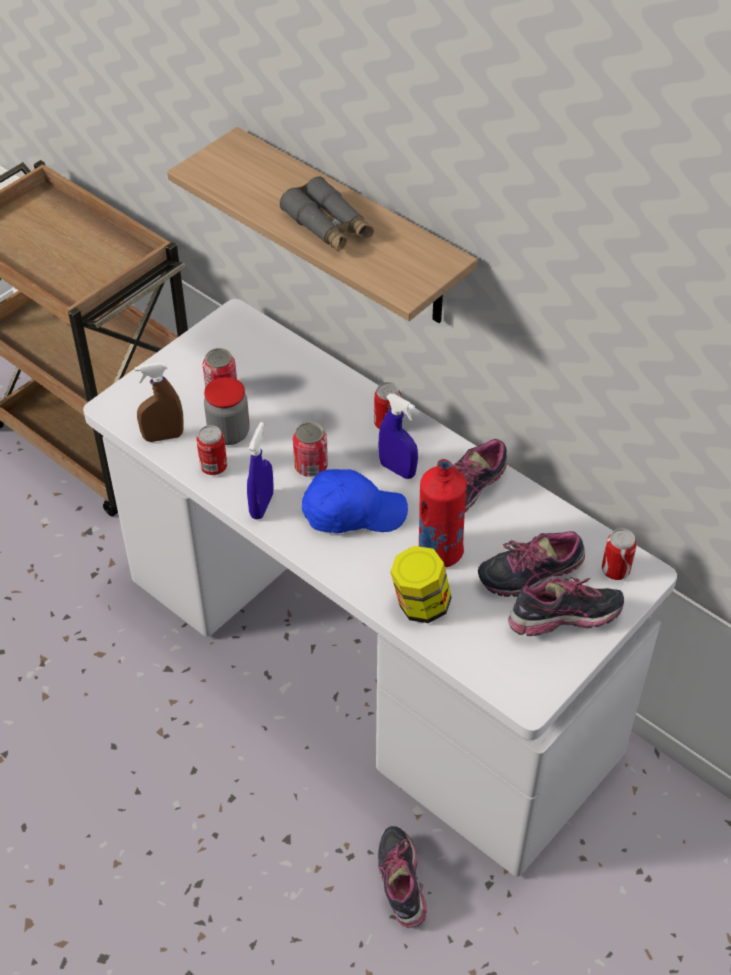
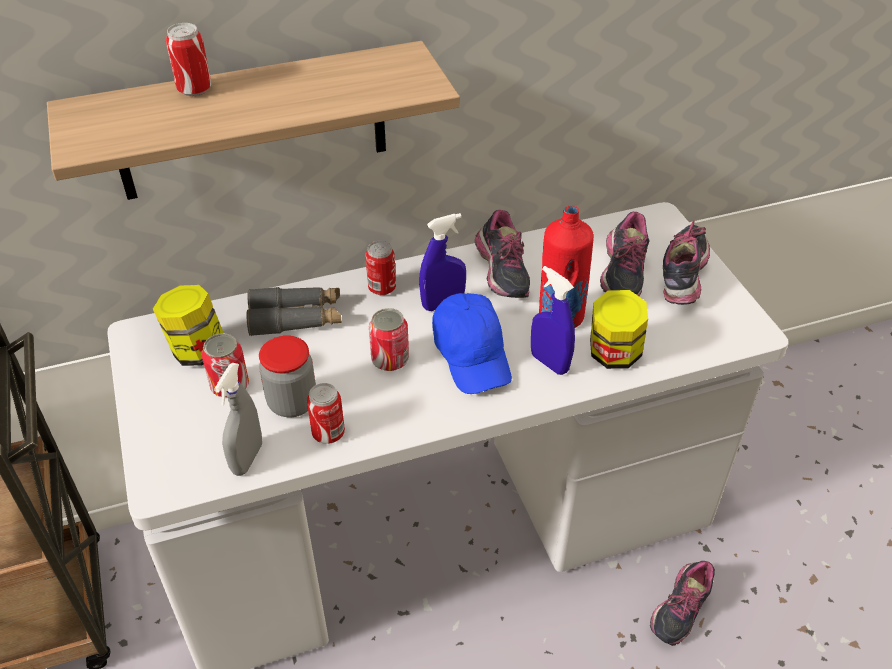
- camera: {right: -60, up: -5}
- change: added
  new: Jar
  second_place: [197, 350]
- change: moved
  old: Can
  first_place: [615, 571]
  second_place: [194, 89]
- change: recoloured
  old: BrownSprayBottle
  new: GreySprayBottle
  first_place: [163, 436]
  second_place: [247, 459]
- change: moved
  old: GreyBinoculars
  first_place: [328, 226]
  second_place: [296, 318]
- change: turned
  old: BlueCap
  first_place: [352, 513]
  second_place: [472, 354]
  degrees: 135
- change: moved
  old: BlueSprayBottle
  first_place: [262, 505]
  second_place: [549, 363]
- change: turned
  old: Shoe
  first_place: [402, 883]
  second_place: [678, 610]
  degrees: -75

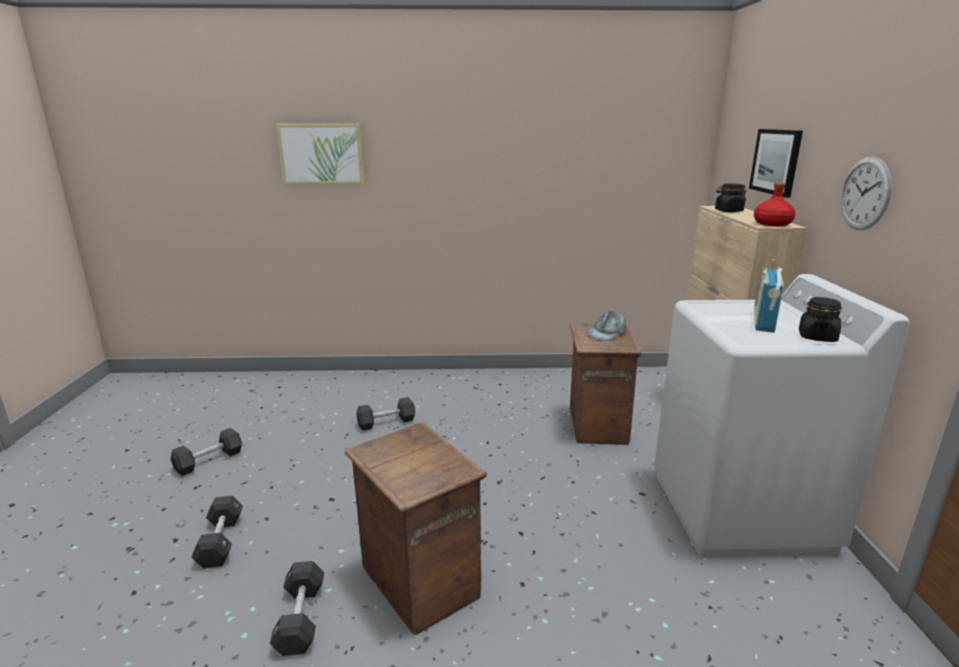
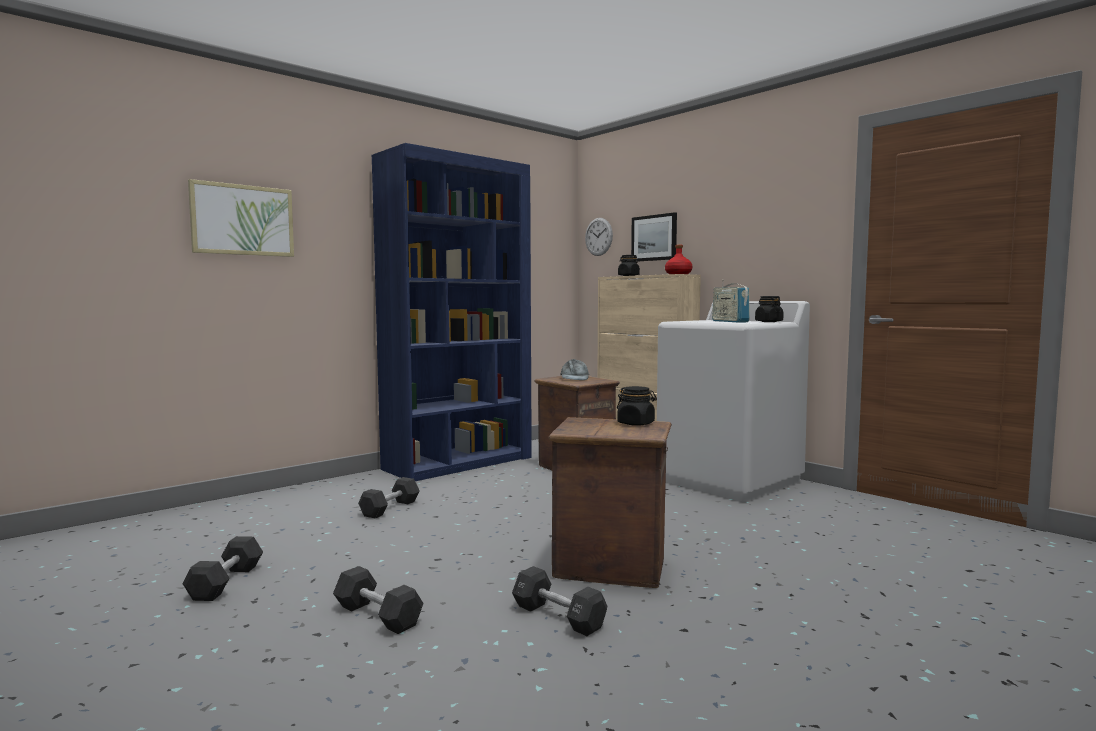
- camera: {right: -40, up: -15}
- change: added
  new: BlueBookcase
  second_place: [459, 463]
- change: moved
  old: WallClock
  first_place: [865, 194]
  second_place: [598, 236]
- change: added
  new: BlackJar
  second_place: [636, 423]

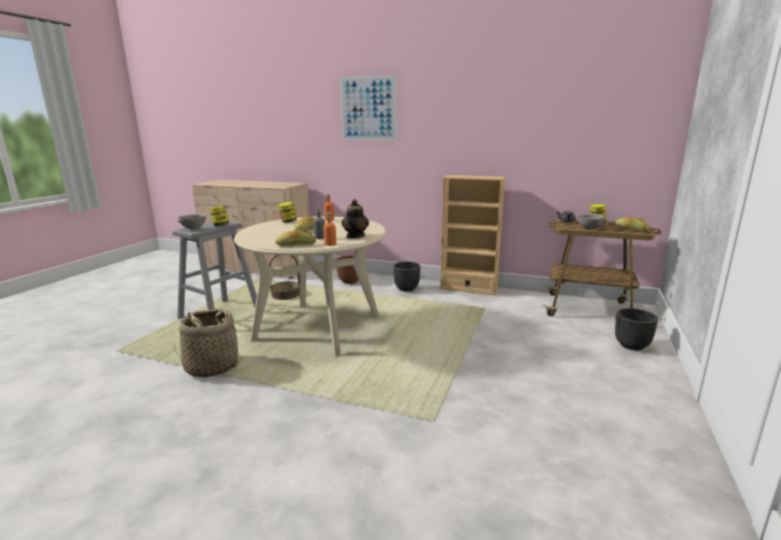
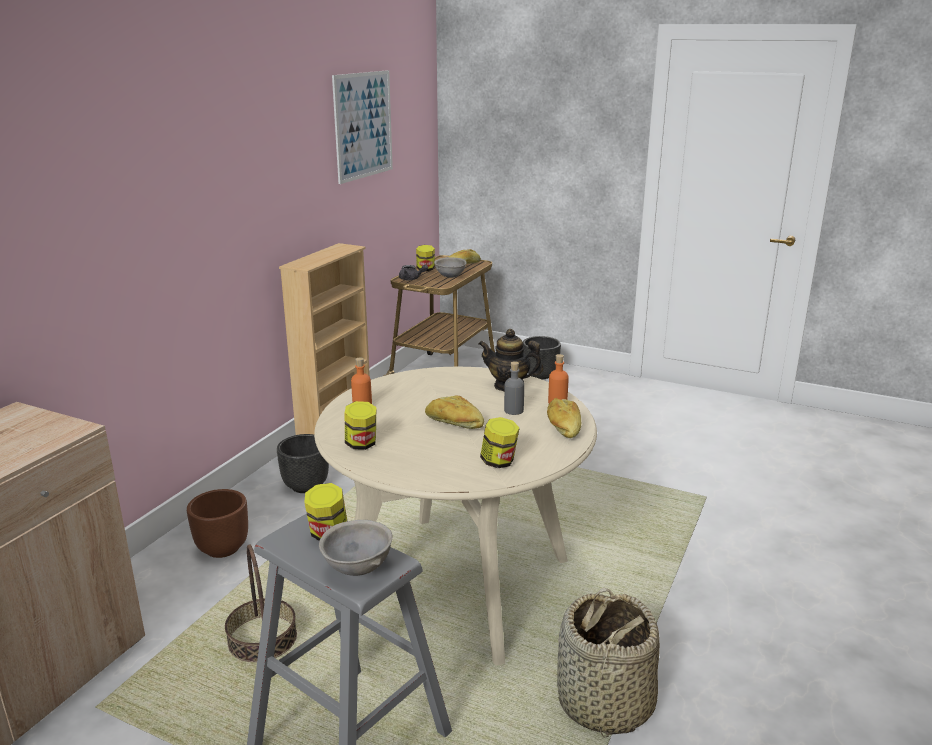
- camera: {right: -85, up: 5}
- change: moved
  old: Picture
  first_place: [368, 108]
  second_place: [363, 125]
- change: added
  new: Jar
  second_place: [499, 462]

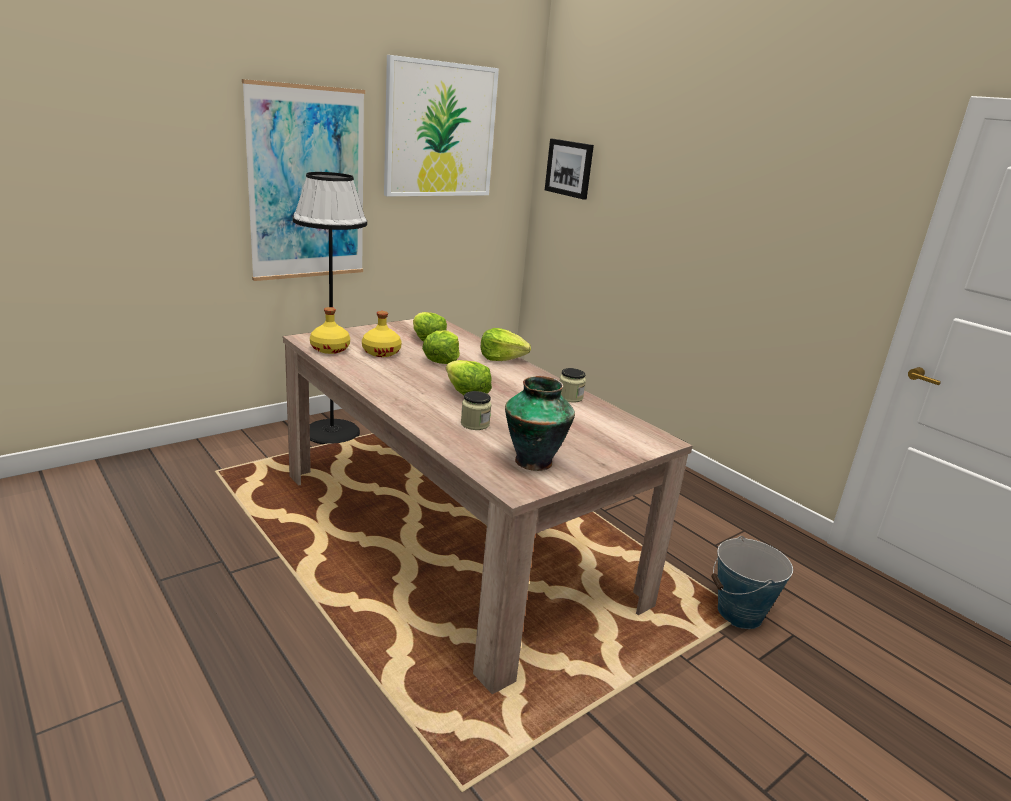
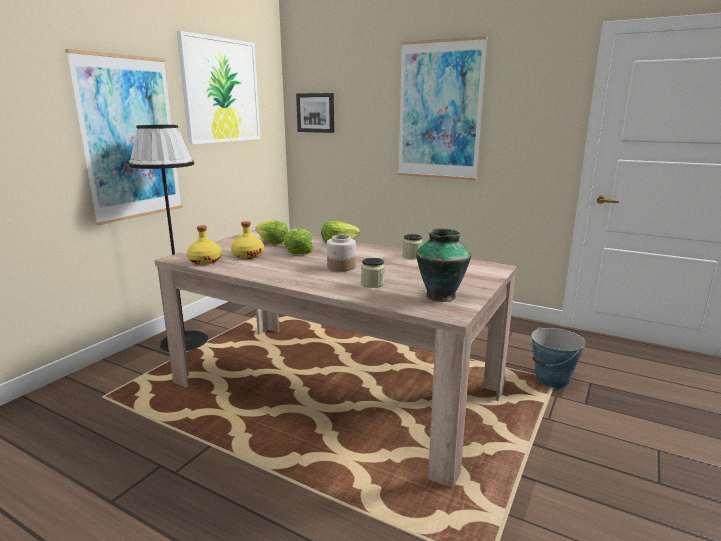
- camera: {right: -20, up: -5}
- change: replaced
  old: Lettuce
  new: Jar
  first_place: [466, 392]
  second_place: [341, 267]
- change: added
  new: Picture
  second_place: [439, 111]

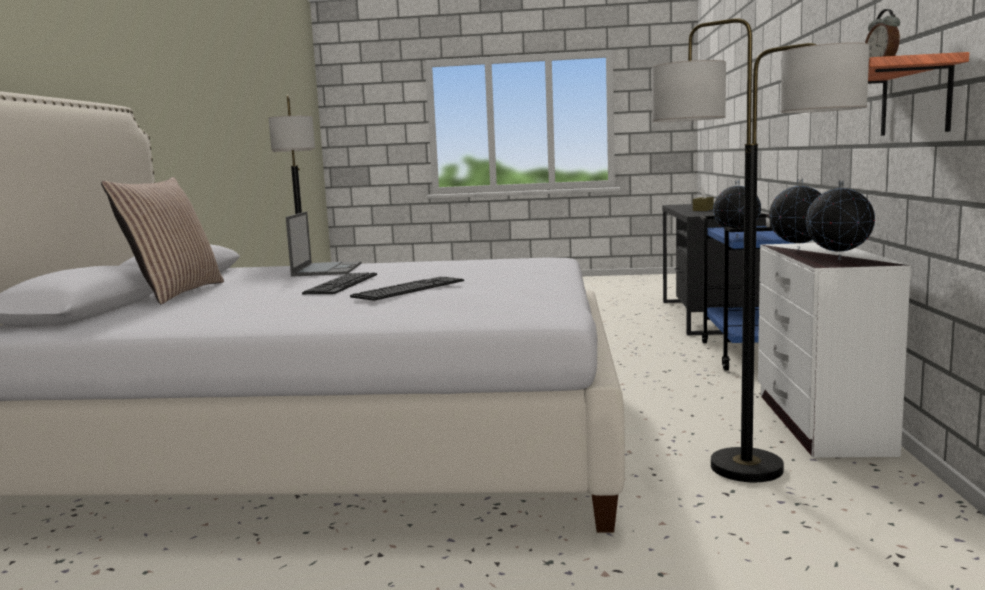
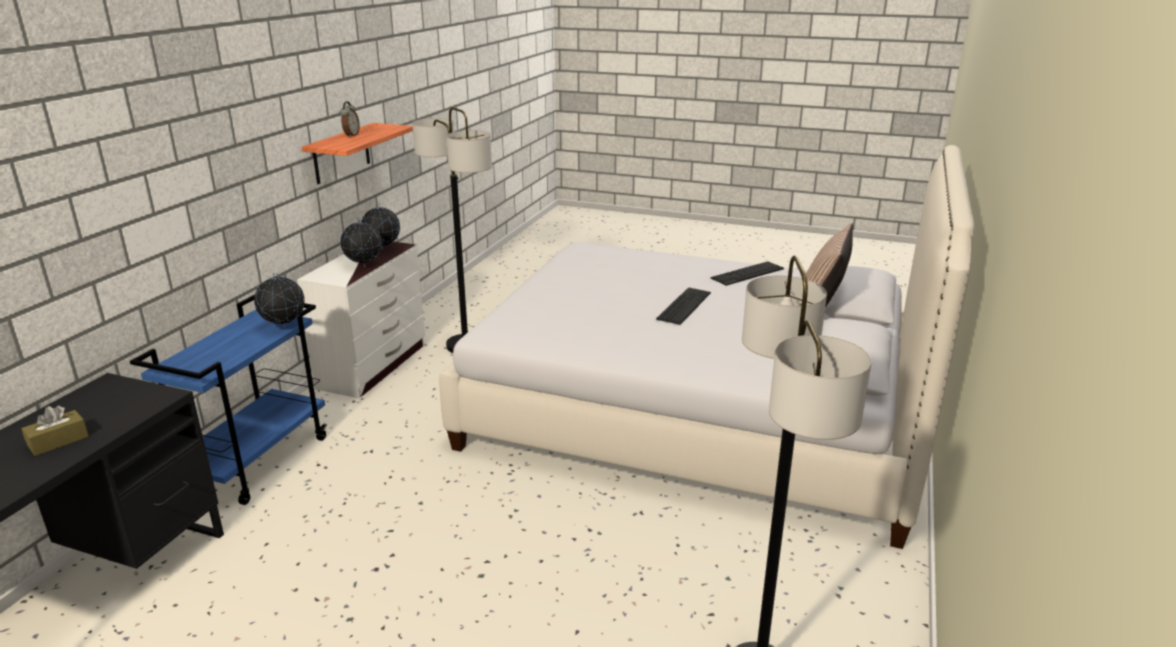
- camera: {right: -165, up: 15}
- change: moved
  old: Keyboard
  first_place: [409, 288]
  second_place: [747, 273]
- change: removed
  old: Laptop
  first_place: [327, 269]

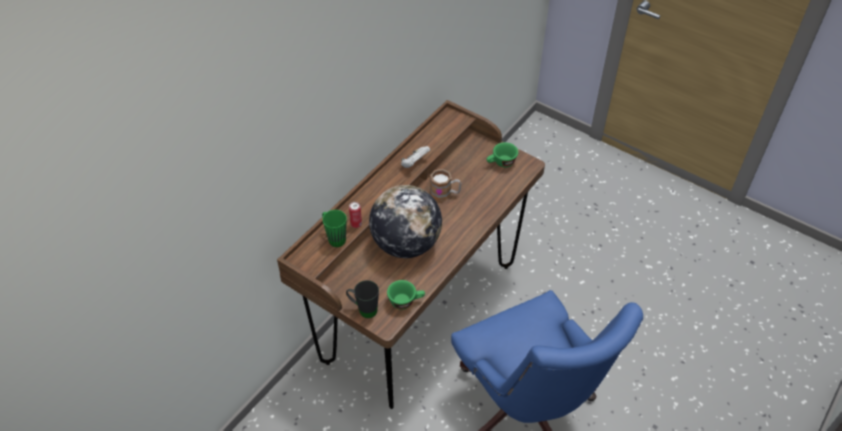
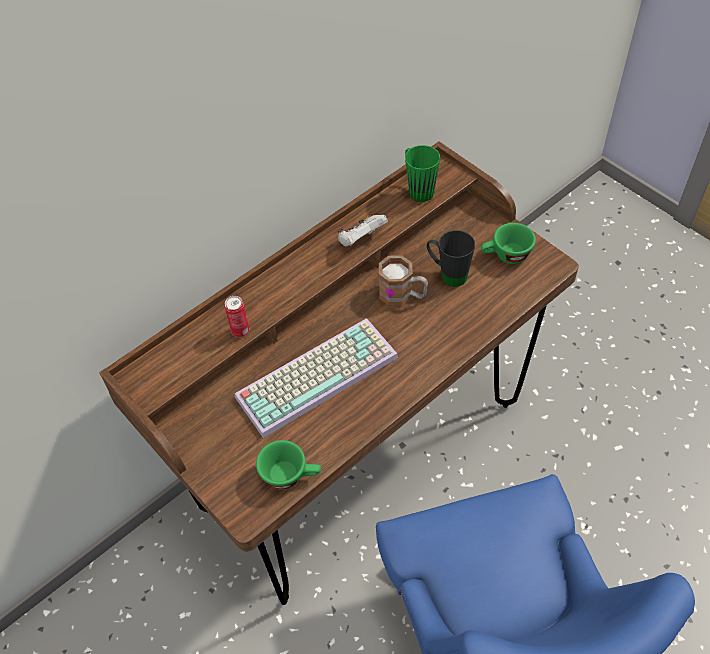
- camera: {right: 15, up: 5}
- change: replaced
  old: Globe
  new: Keyboard
  first_place: [405, 244]
  second_place: [317, 374]
- change: moved
  old: GreenMug
  first_place: [334, 237]
  second_place: [418, 189]
- change: moved
  old: BlackMug
  first_place: [363, 309]
  second_place: [447, 274]

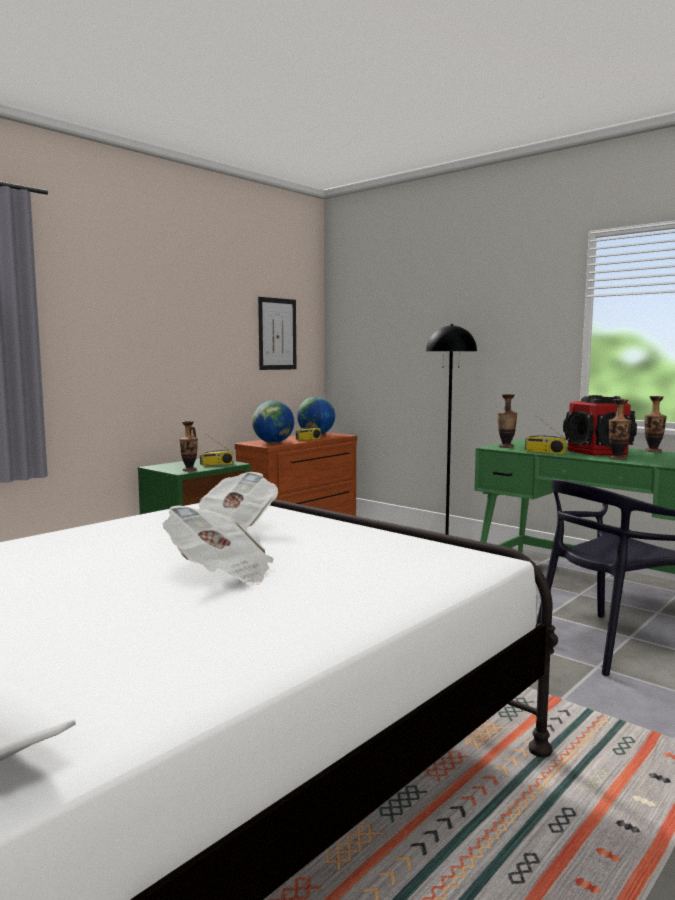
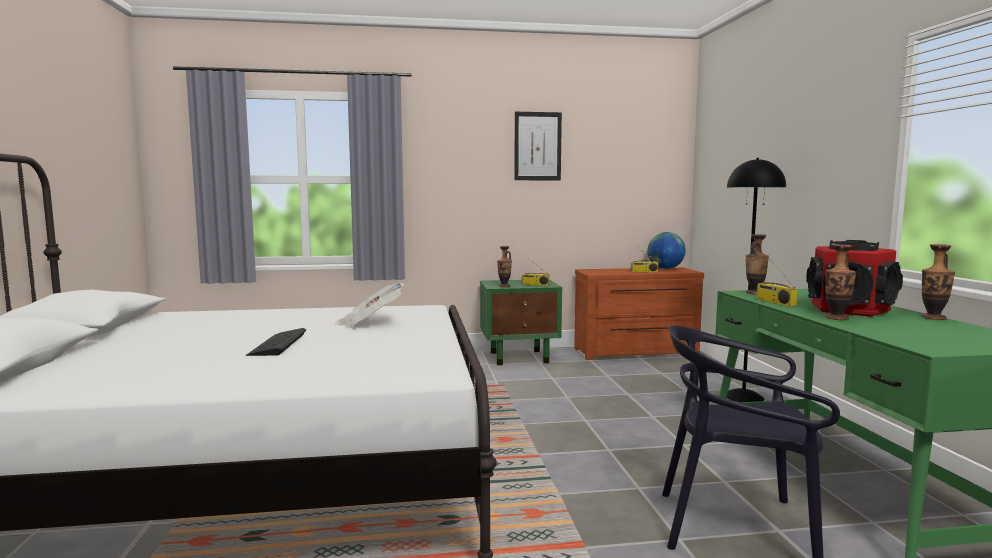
- camera: {right: 40, up: 0}
- change: replaced
  old: Newspaper
  new: Keyboard
  first_place: [221, 572]
  second_place: [278, 344]
- change: moved
  old: Picture
  first_place: [277, 334]
  second_place: [537, 146]
- change: removed
  old: Globe
  first_place: [273, 442]

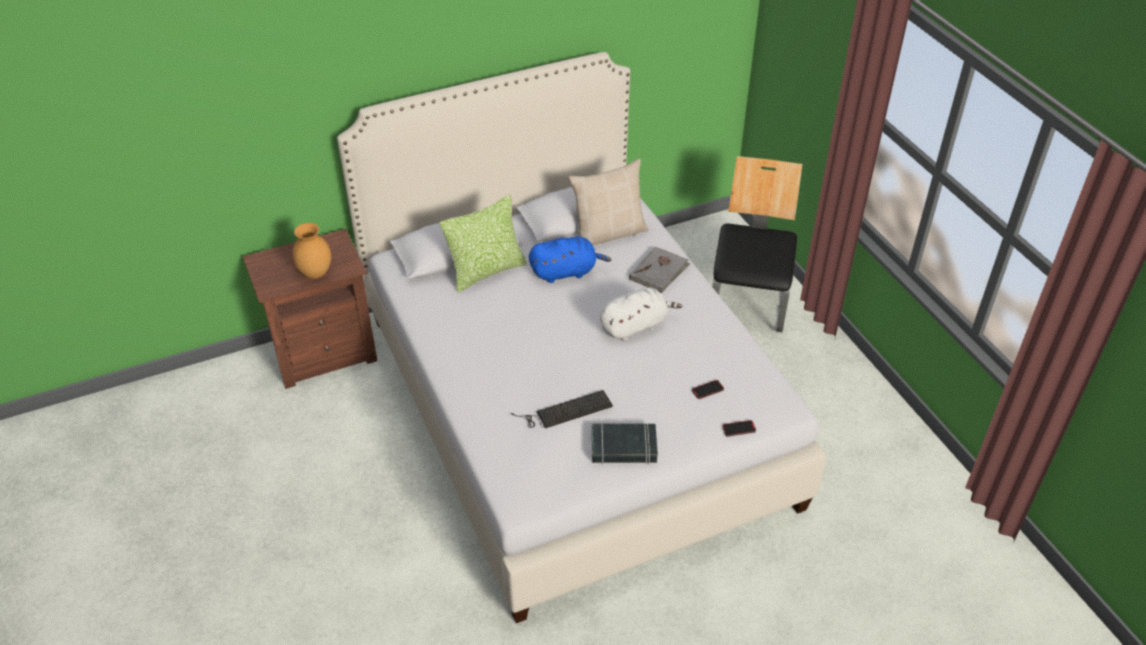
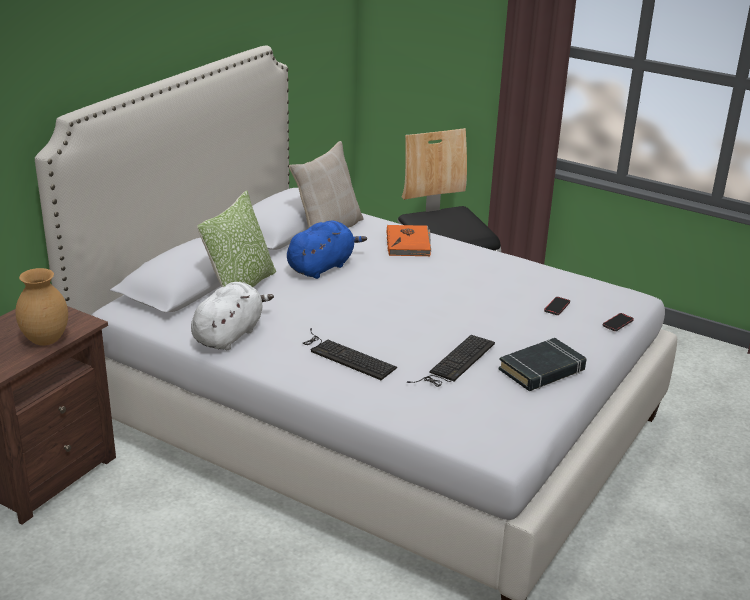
- camera: {right: -35, up: -15}
- change: moved
  old: WhitePlushToy
  first_place: [635, 326]
  second_place: [229, 335]
- change: added
  new: Keyboard
  second_place: [345, 355]
- change: recoloured
  old: GreyBook
  new: OrangeBook
  first_place: [659, 272]
  second_place: [409, 243]

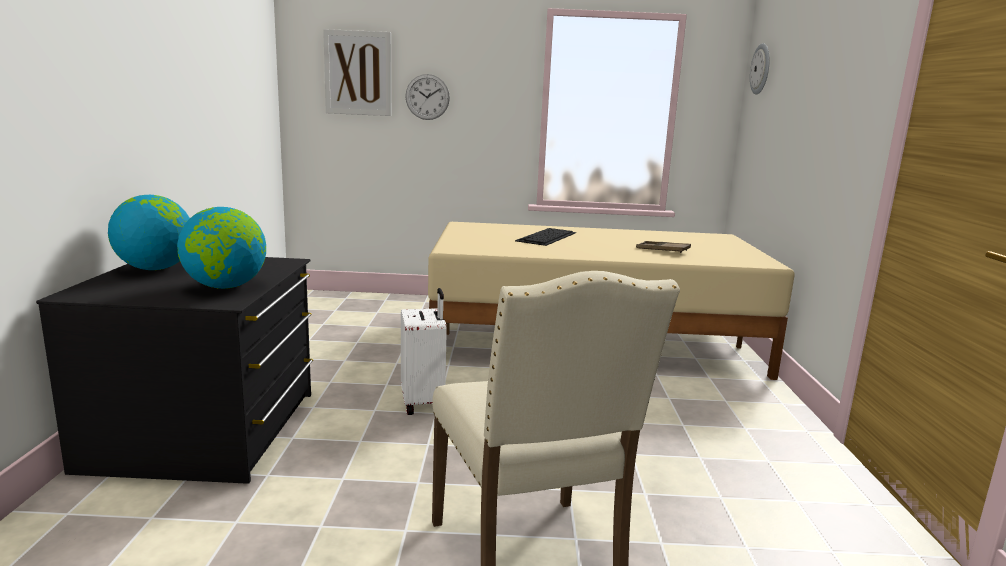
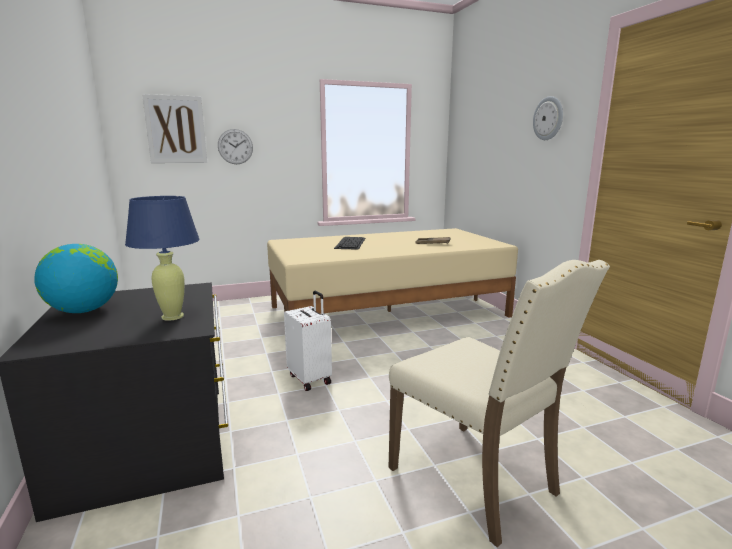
- camera: {right: -20, up: 0}
- change: replaced
  old: Globe
  new: BlueTableLamp
  first_place: [225, 287]
  second_place: [173, 316]
- change: moved
  old: WallClock
  first_place: [761, 69]
  second_place: [548, 118]

